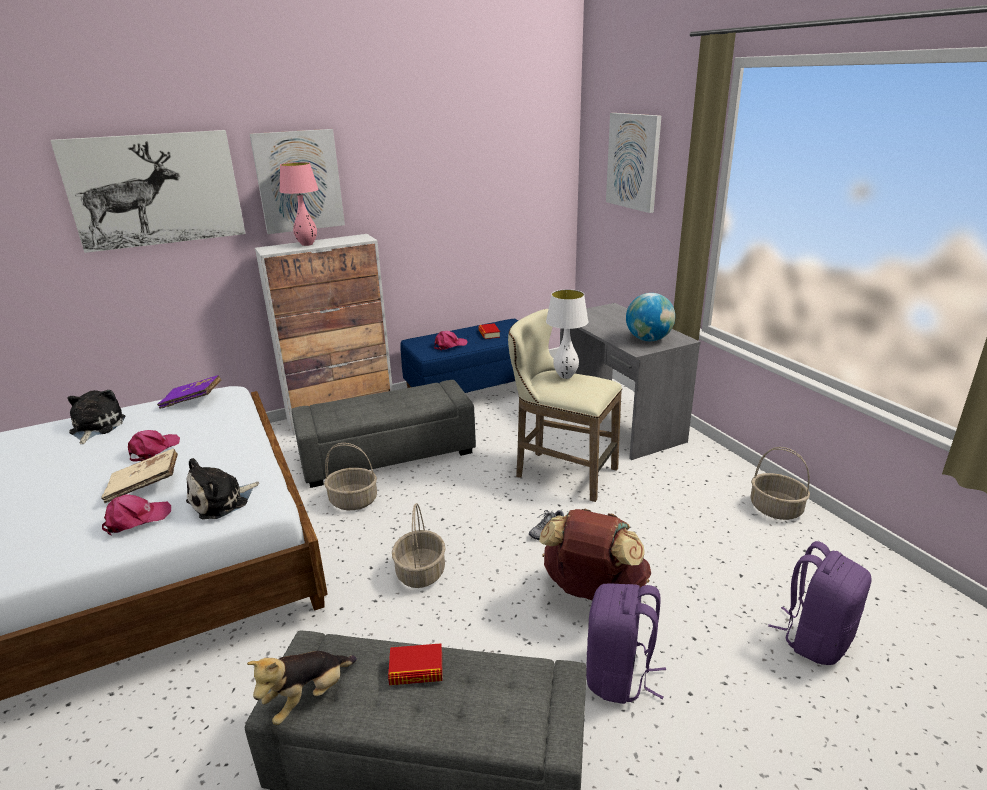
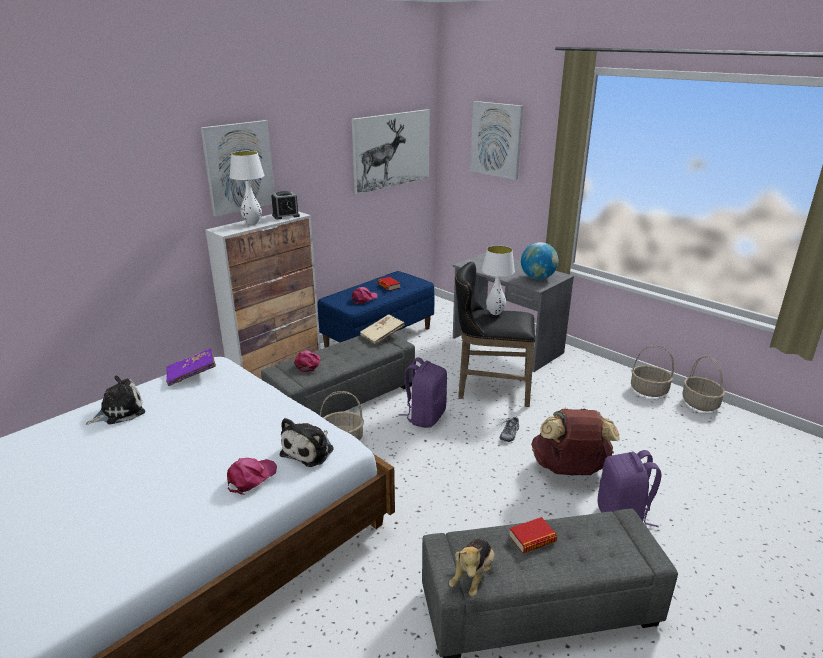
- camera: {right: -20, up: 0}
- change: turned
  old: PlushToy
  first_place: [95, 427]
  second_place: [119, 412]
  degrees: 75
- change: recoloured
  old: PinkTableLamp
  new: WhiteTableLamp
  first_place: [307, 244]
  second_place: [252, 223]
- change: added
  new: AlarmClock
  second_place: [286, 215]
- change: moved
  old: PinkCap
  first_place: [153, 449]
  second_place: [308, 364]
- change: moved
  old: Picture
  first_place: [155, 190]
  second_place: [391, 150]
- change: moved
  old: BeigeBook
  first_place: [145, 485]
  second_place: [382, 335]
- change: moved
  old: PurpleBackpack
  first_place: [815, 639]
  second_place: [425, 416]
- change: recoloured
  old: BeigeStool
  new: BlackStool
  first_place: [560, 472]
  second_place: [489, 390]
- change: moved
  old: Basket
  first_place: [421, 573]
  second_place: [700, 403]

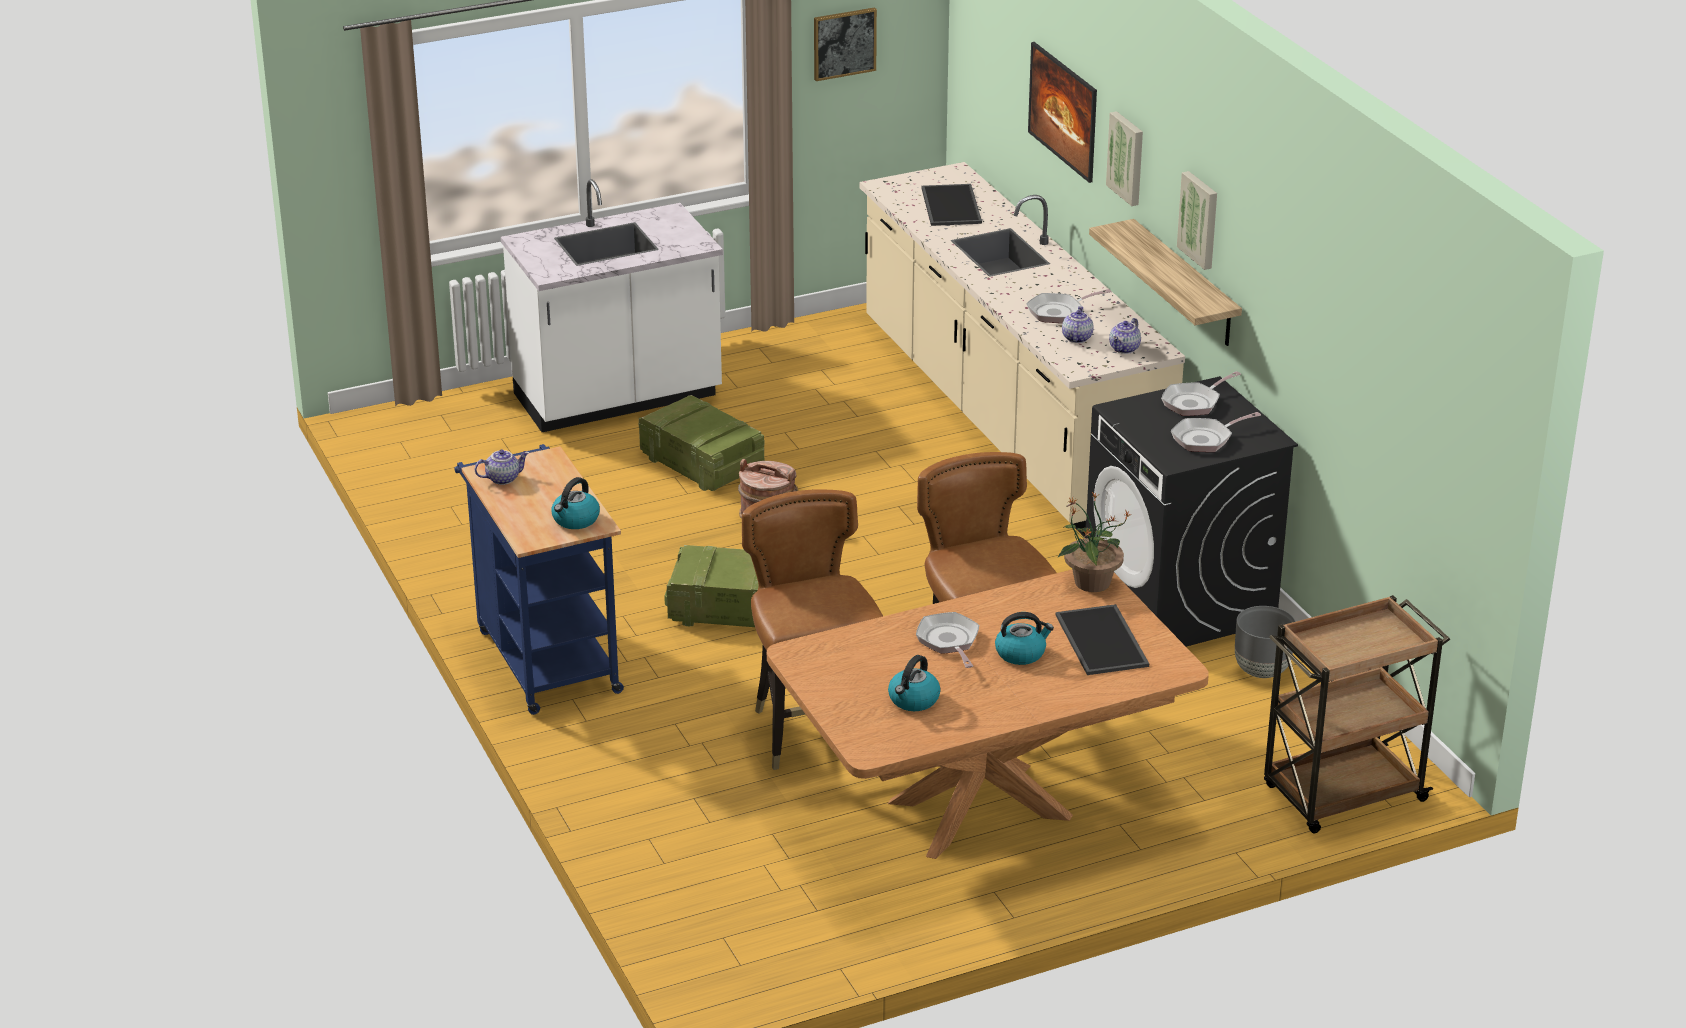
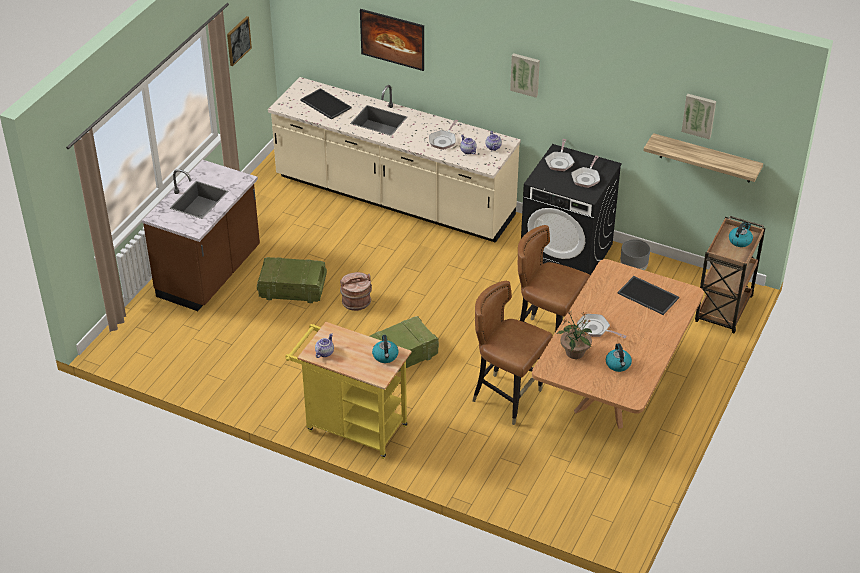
- camera: {right: -40, up: 10}
- change: recoloured
  old: WhiteCounter
  new: BrownCounter
  first_place: [618, 399]
  second_place: [210, 274]
- change: recoloured
  old: BlueCart
  new: YellowCart
  first_place: [544, 656]
  second_place: [351, 427]
- change: moved
  old: PottedPlant
  first_place: [1091, 583]
  second_place: [574, 353]
- change: moved
  old: Shelf
  first_place: [1185, 284]
  second_place: [705, 158]
- change: moved
  old: Picture
  first_place: [1127, 158]
  second_place: [699, 115]
- change: moved
  old: Kettle
  first_place: [1021, 653]
  second_place: [740, 241]

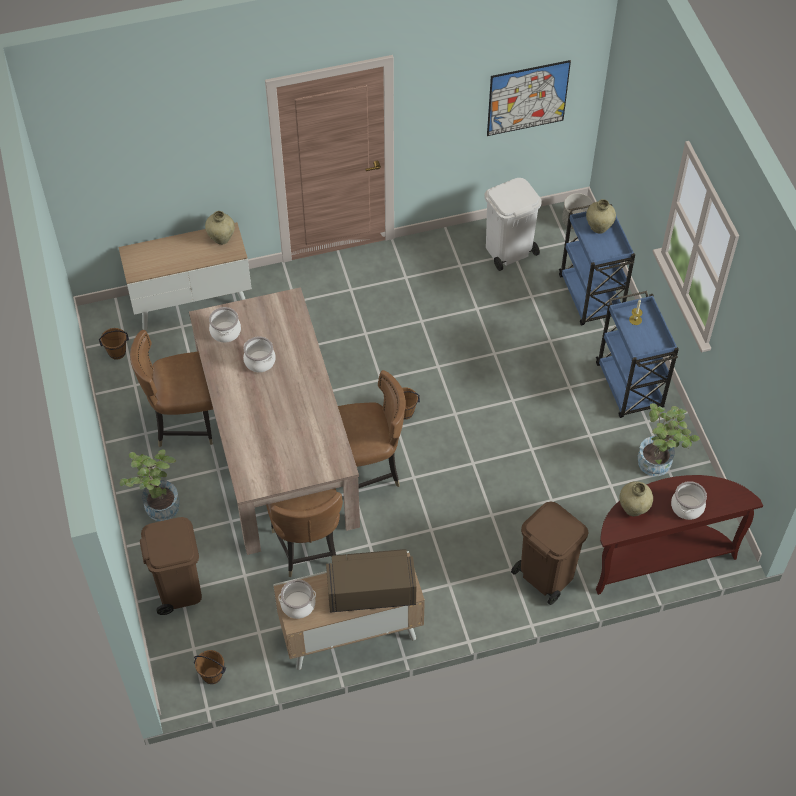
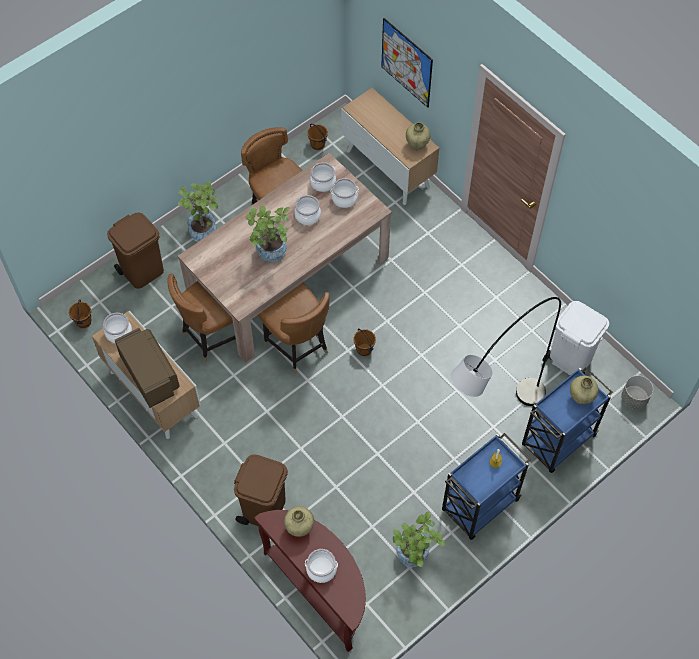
- camera: {right: 65, up: 5}
- change: added
  new: PottedPlant
  second_place: [270, 253]
- change: added
  new: CookingPot
  second_place: [344, 198]
- change: moved
  old: Picture
  first_place: [527, 98]
  second_place: [406, 63]
- change: added
  new: GreyFloorLamp
  second_place: [490, 425]

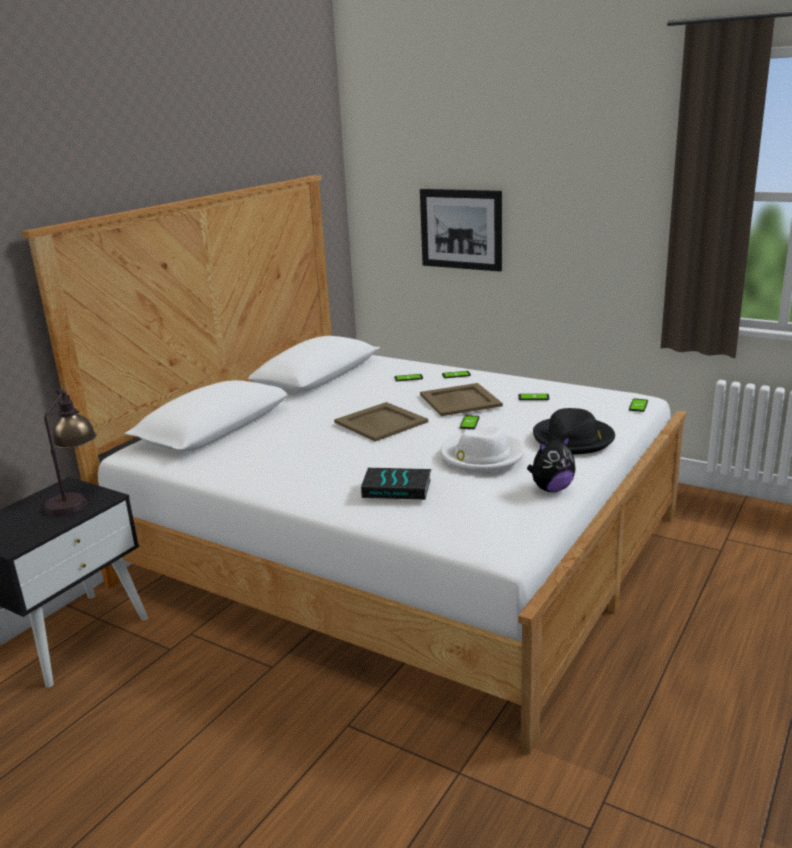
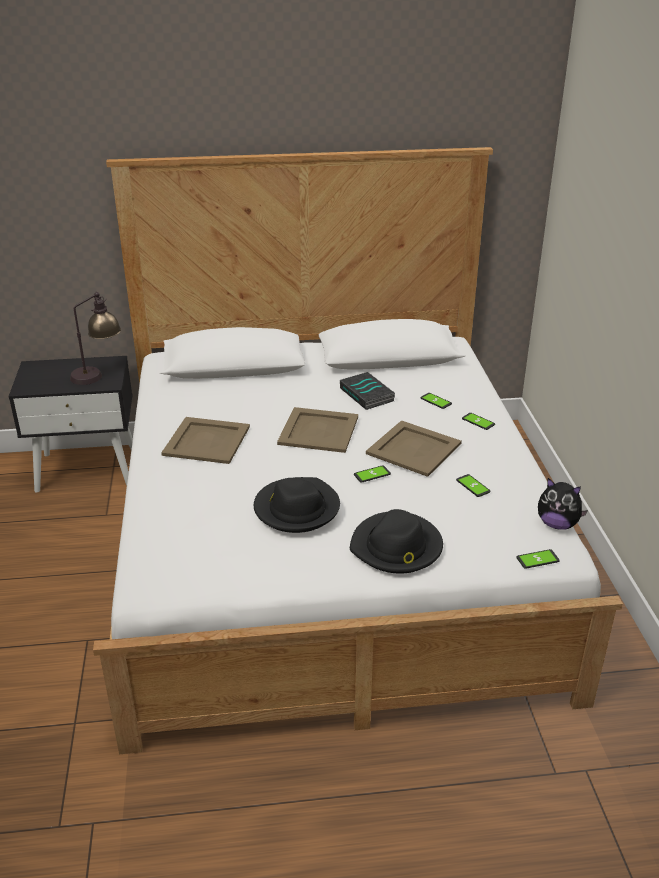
- camera: {right: 50, up: 10}
- change: added
  new: BeigeTray
  second_place: [207, 440]
- change: recoloured
  old: WhiteHat
  new: BlackHat
  first_place: [481, 456]
  second_place: [296, 508]
- change: moved
  old: Book
  first_place: [397, 488]
  second_place: [368, 395]
- change: moved
  old: PlushToy
  first_place: [551, 489]
  second_place: [557, 524]
- change: removed
  old: Picture
  first_place: [461, 229]

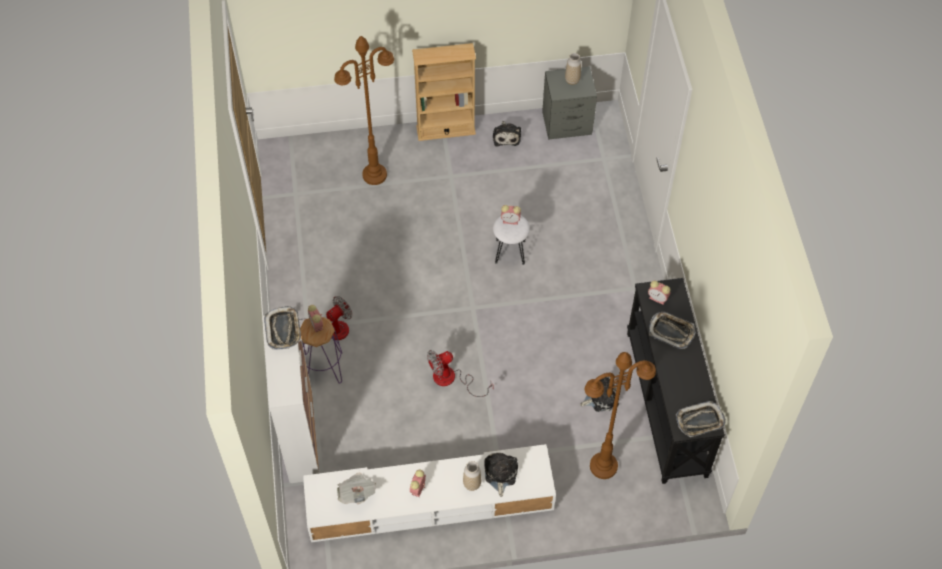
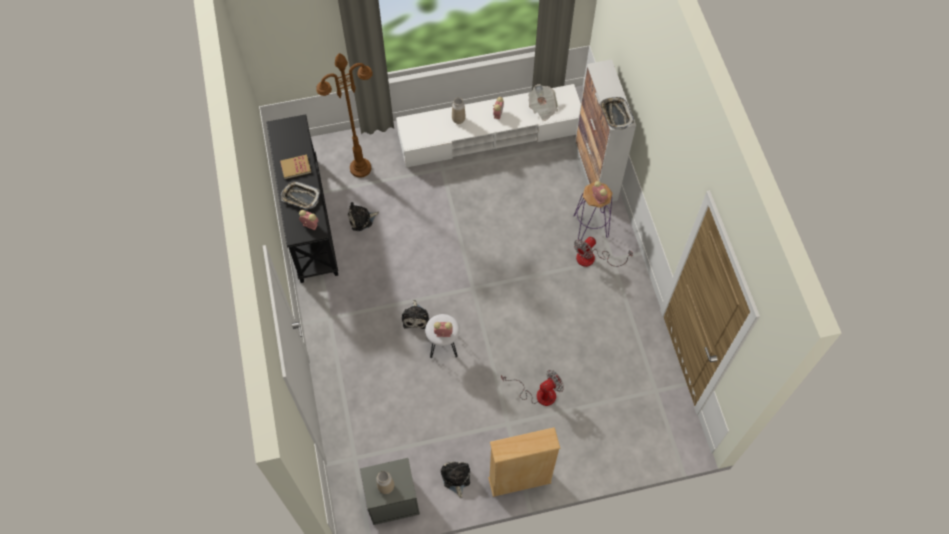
- camera: {right: 175, up: 5}
- change: added
  new: Book
  second_place: [296, 167]
- change: moved
  old: PlushToy
  first_place: [500, 474]
  second_place: [415, 317]
- change: moved
  old: Fan
  first_place: [452, 379]
  second_place: [538, 394]
- change: removed
  old: BrownFloorLamp
  first_place: [375, 175]
- change: removed
  old: Tray
  first_place: [699, 421]

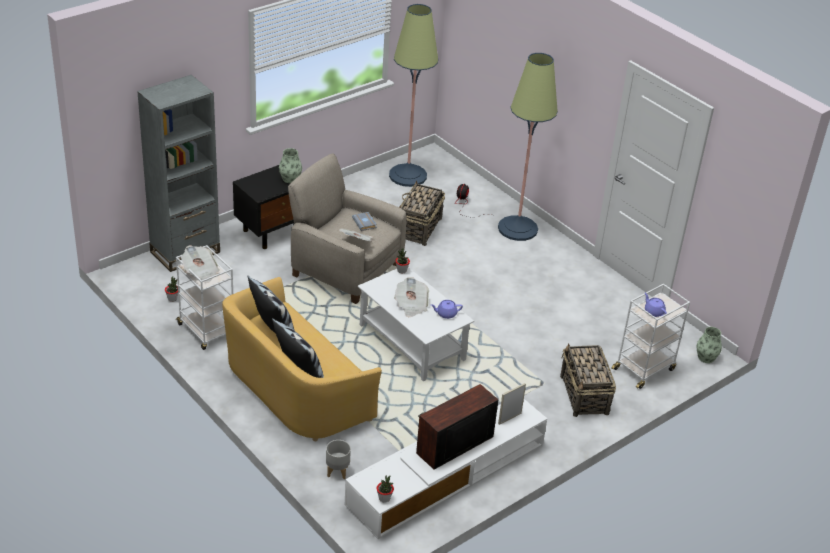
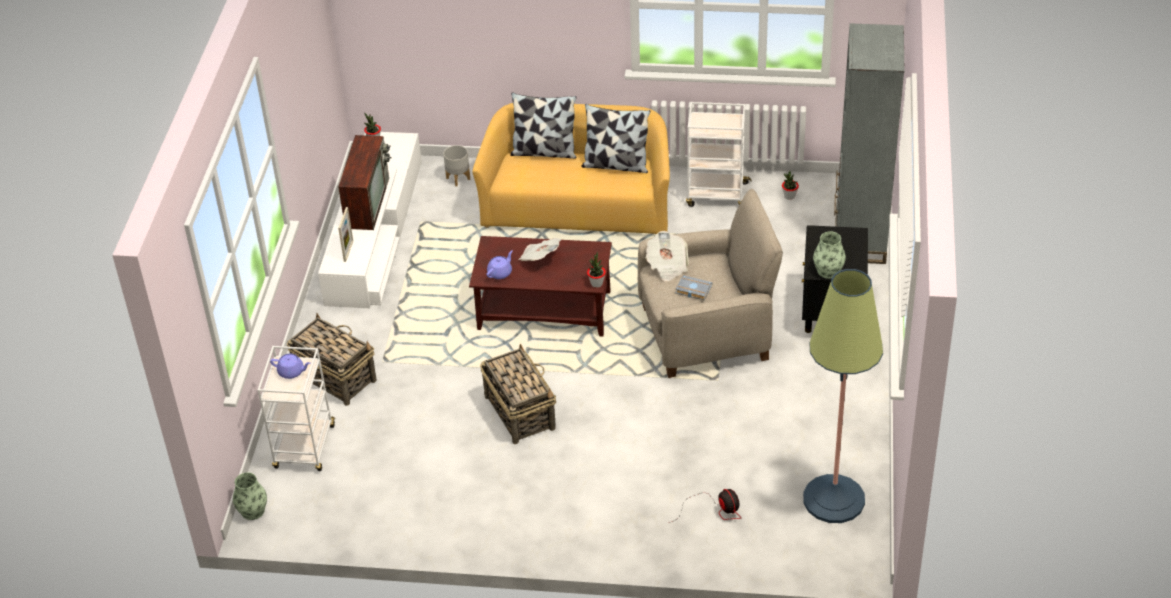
- camera: {right: 140, up: 5}
- change: recoloured
  old: WhiteCoffeeTable
  new: BrownCoffeeTable
  first_place: [411, 342]
  second_place: [545, 310]
- change: moved
  old: Basket
  first_place: [418, 228]
  second_place: [519, 411]
- change: removed
  old: Newspaper
  first_place: [200, 272]
- change: removed
  old: FloorLamp
  first_place: [517, 229]

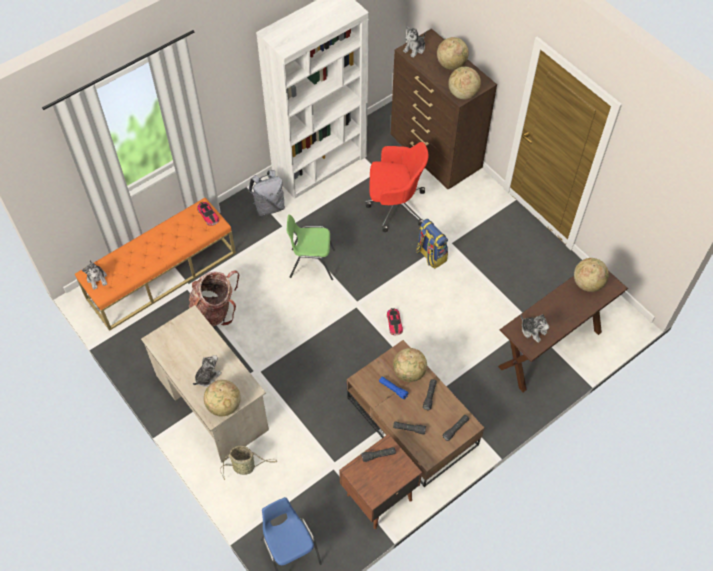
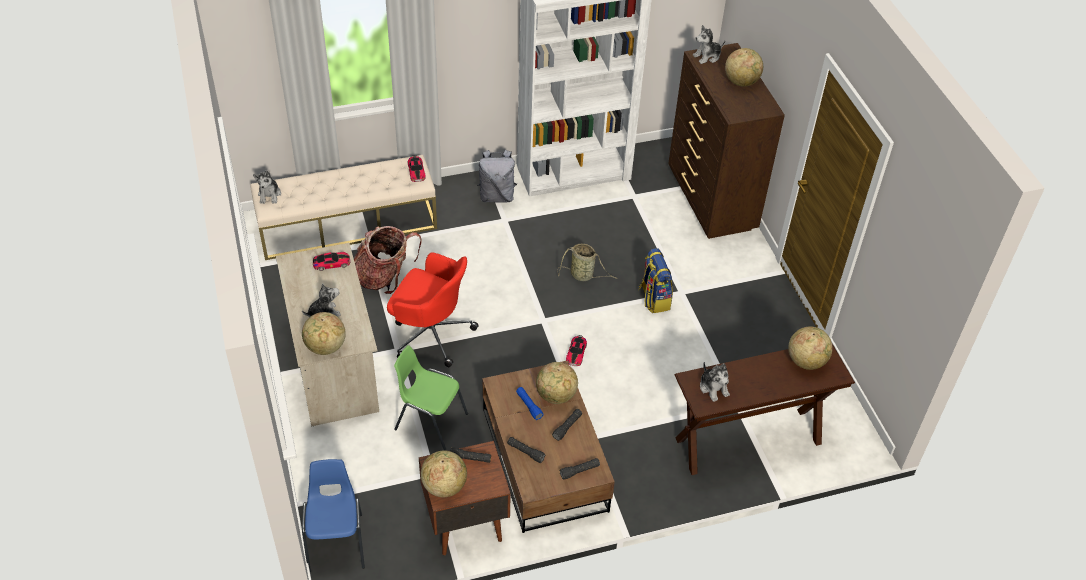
- camera: {right: 20, up: -10}
- change: recoloured
  old: OrangeBench
  new: BeigeBench
  first_place: [162, 275]
  second_place: [347, 225]
- change: added
  new: ToyCar
  second_place: [331, 263]
- change: moved
  old: RedOfficeChair
  first_place: [394, 206]
  second_place: [430, 333]
- change: moved
  old: GreenChair
  first_place: [311, 263]
  second_place: [430, 421]
- change: moved
  old: Globe
  first_place: [462, 94]
  second_place: [444, 486]
- change: moved
  old: Basket
  first_place: [245, 467]
  second_place: [583, 275]

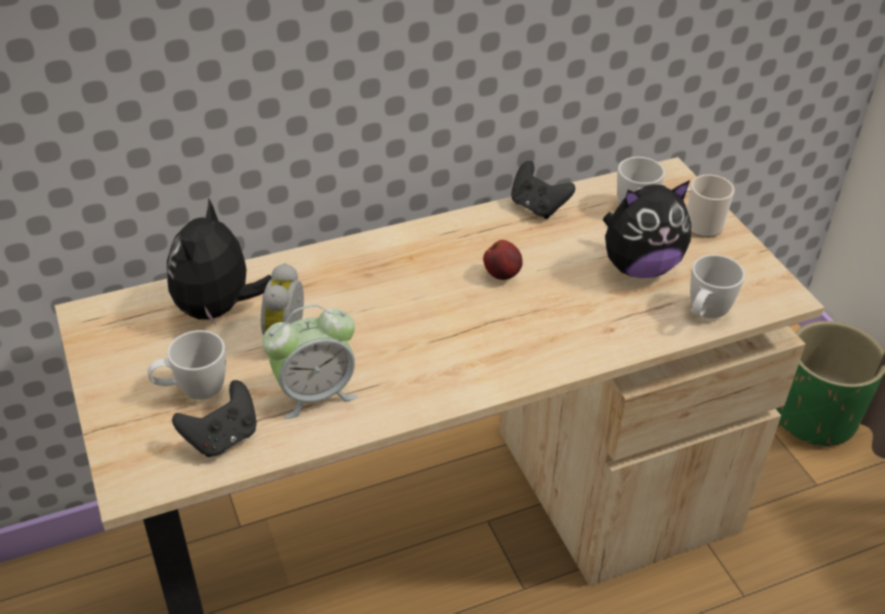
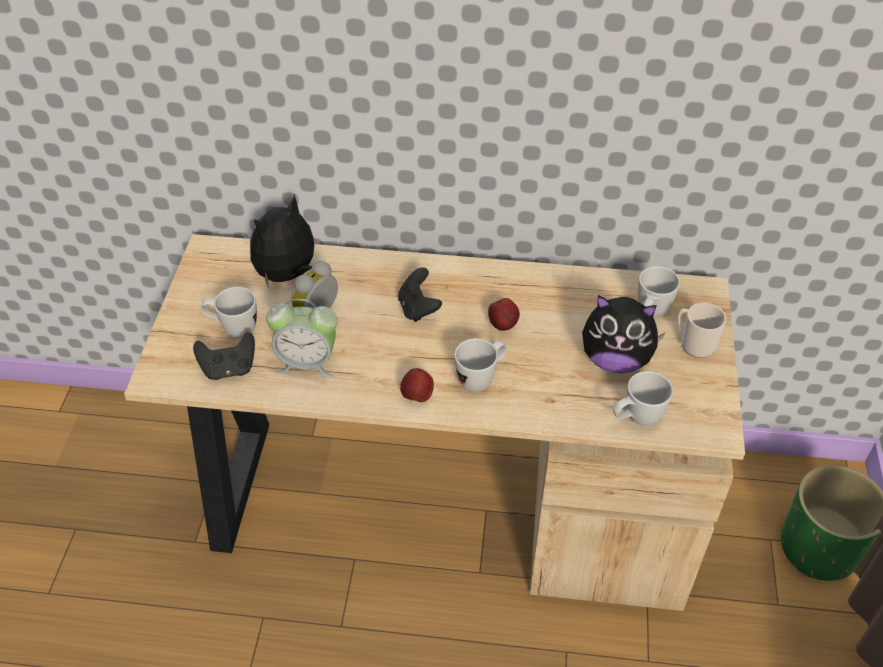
- camera: {right: 30, up: 5}
- change: moved
  old: BlackGameController
  first_place: [537, 207]
  second_place: [418, 308]
- change: added
  new: Apple
  second_place: [417, 396]
- change: added
  new: WhiteMug
  second_place: [481, 378]

